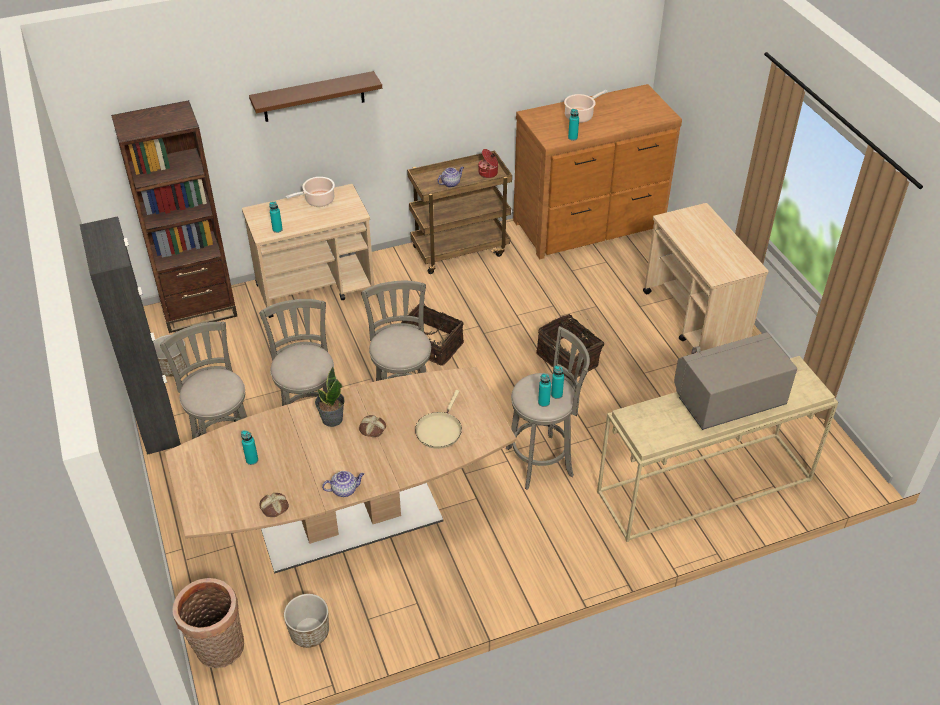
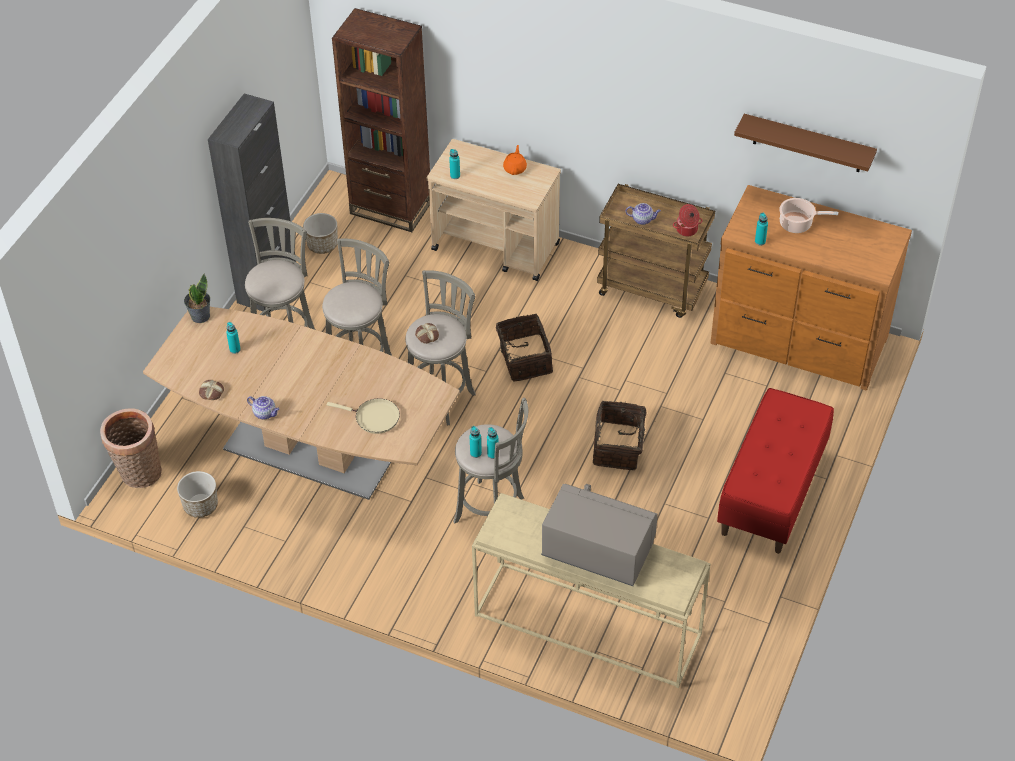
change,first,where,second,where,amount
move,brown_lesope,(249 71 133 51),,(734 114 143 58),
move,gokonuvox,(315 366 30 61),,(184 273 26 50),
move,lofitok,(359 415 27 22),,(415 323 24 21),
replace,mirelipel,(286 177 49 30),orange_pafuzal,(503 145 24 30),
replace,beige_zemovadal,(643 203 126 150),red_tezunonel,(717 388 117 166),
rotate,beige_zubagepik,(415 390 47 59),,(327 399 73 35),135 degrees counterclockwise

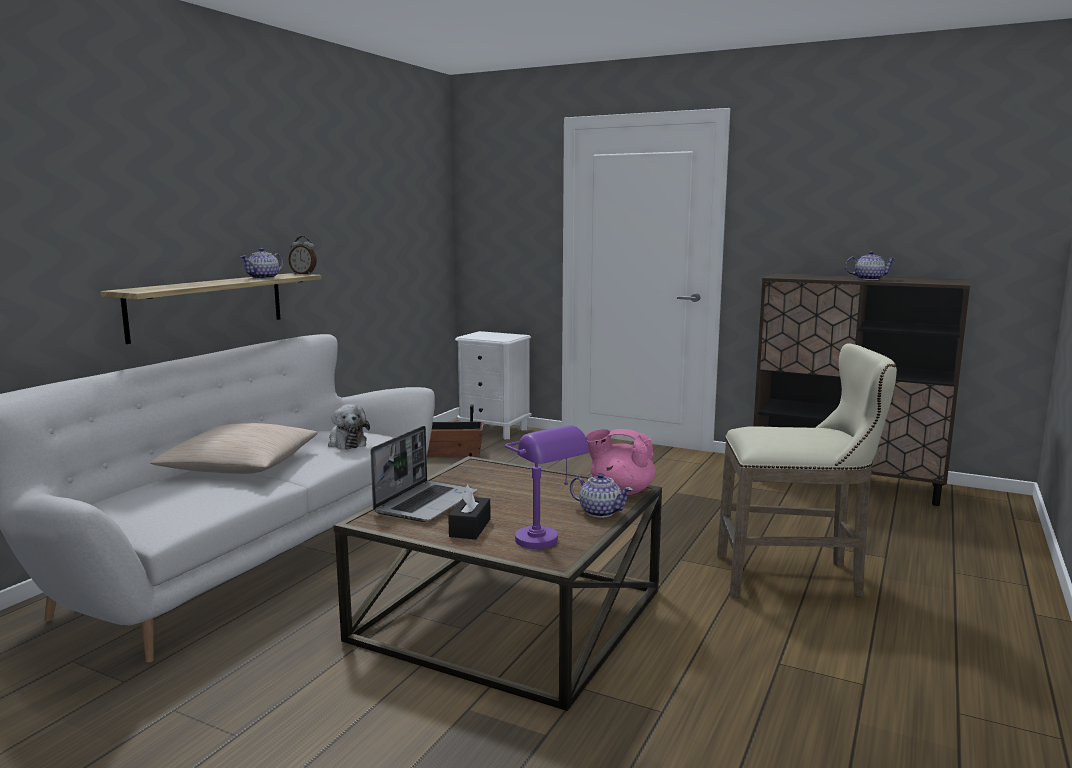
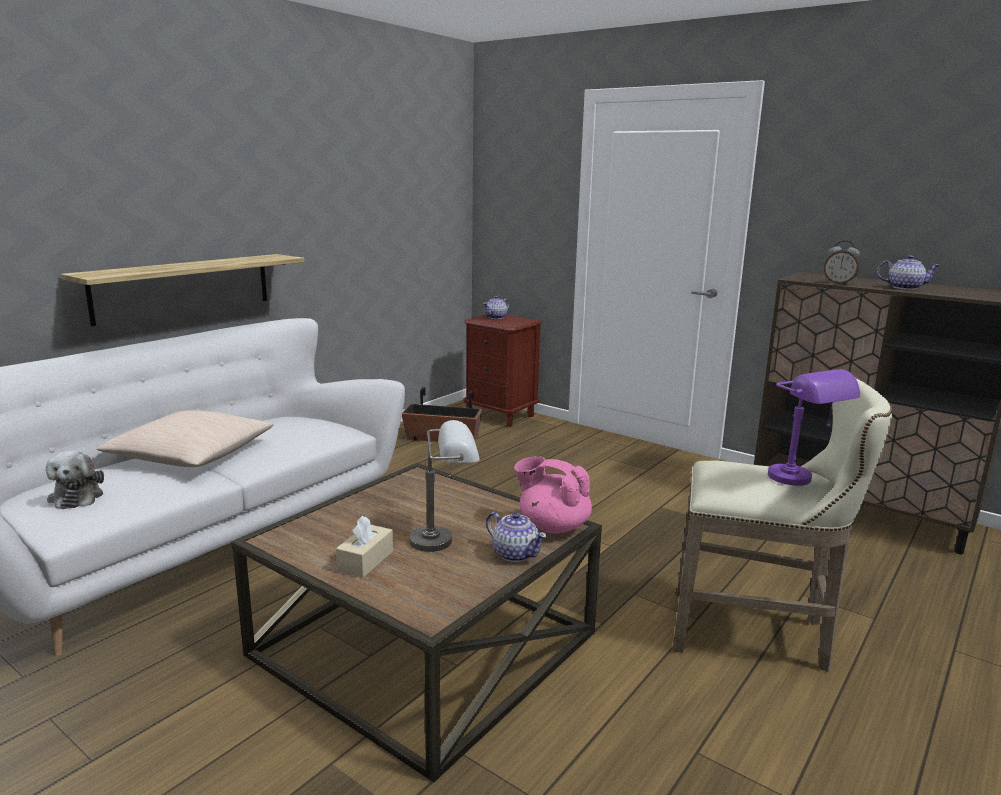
change,first,where,second,where,amount
delete,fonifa,(370 426 108 96),,,
insert,,,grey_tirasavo,(409 420 70 132),
move,pafuzal,(240 248 44 31),,(483 296 26 23),
move,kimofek,(288 236 29 39),,(824 241 36 44),
move,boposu,(328 404 42 45),,(46 451 58 58),
move,purple_tirasavo,(505 425 84 124),,(768 369 92 117),
recolor,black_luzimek,(448 485 43 54),beige_luzimek,(336 516 57 62),
recolor,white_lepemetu,(455 331 76 108),brown_lepemetu,(463 315 79 111),

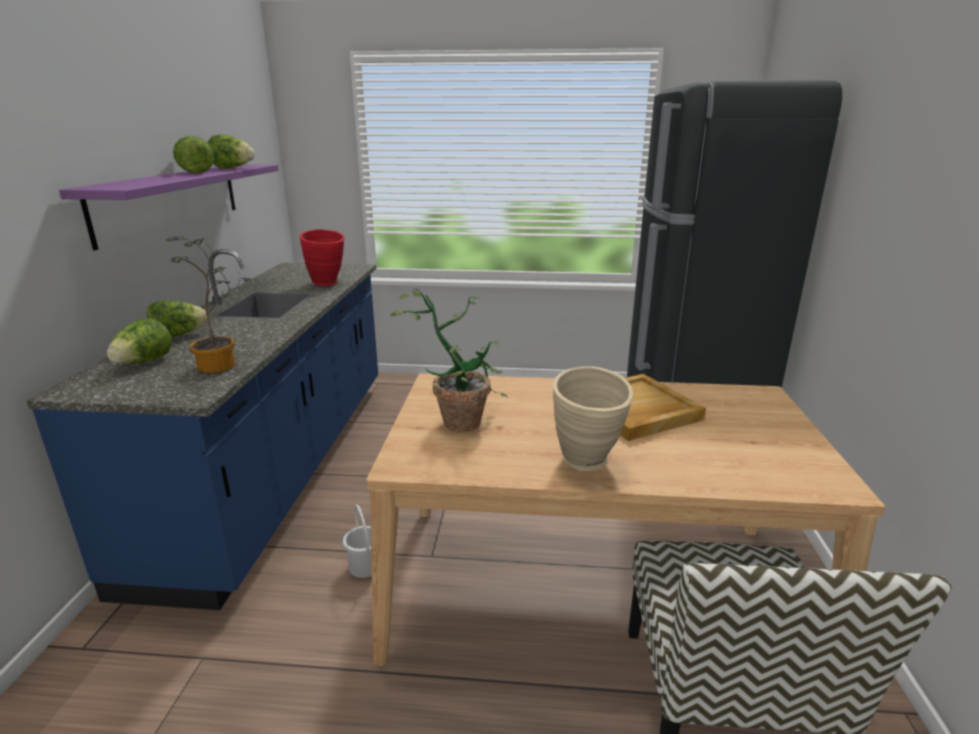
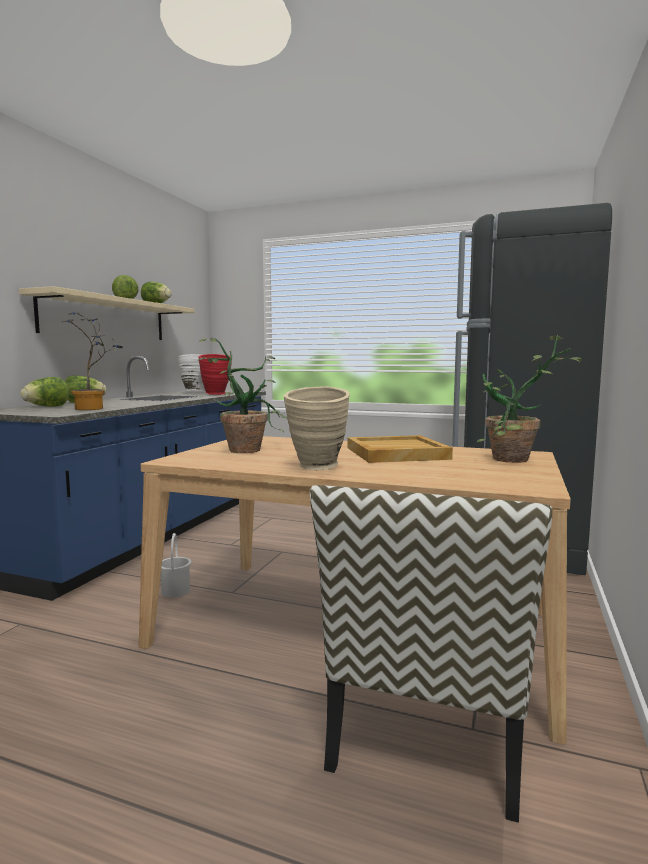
change,first,where,second,where,amount
insert,,,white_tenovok,(178 354 27 39),
insert,,,gokonuvox,(477 335 105 128),
recolor,purple_lesope,(59 164 220 86),beige_lesope,(19 286 176 54),

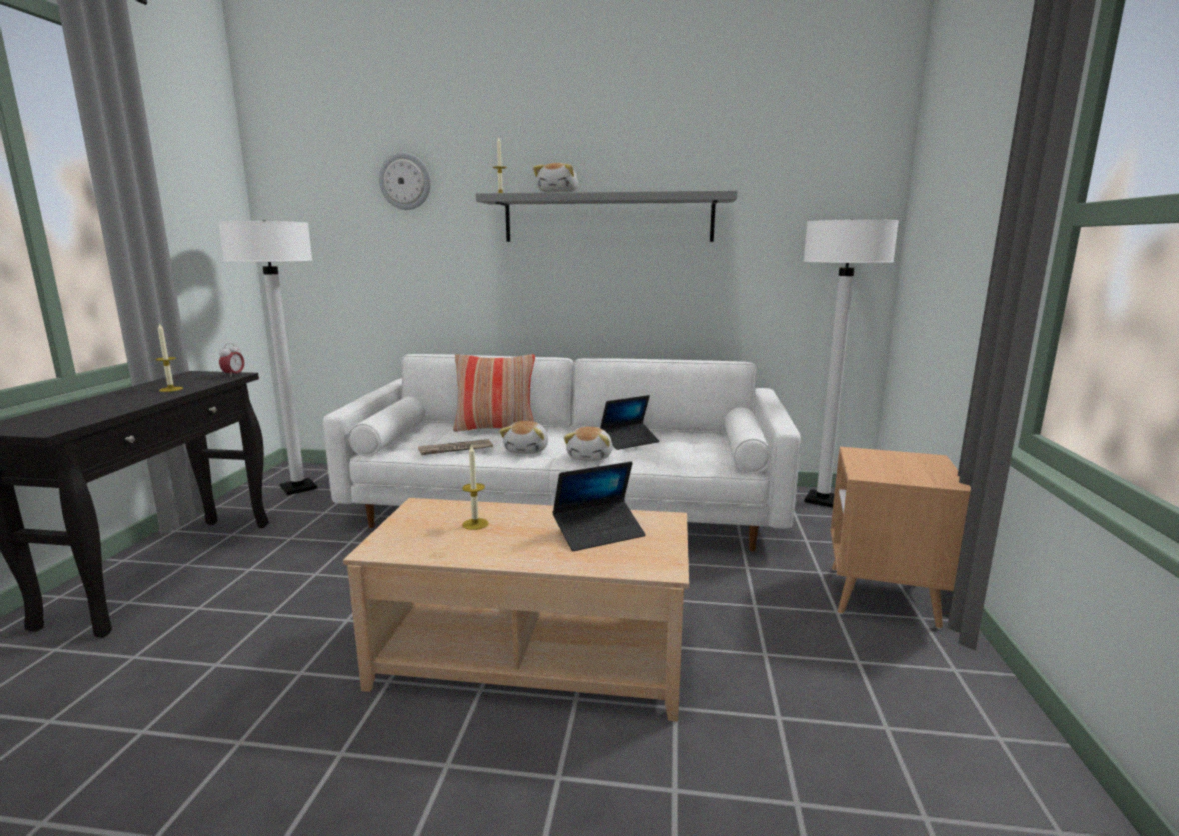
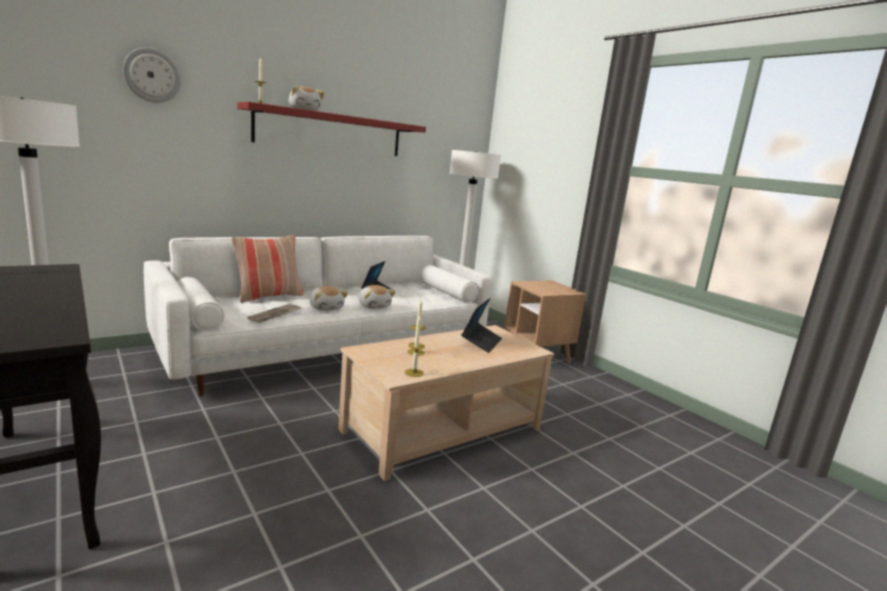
change,first,where,second,where,amount
delete,kimofek,(219 343 25 32),,,
move,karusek,(155 323 28 69),,(405 314 20 63),
recolor,grey_lesope,(476 190 262 52),red_lesope,(237 102 189 54),

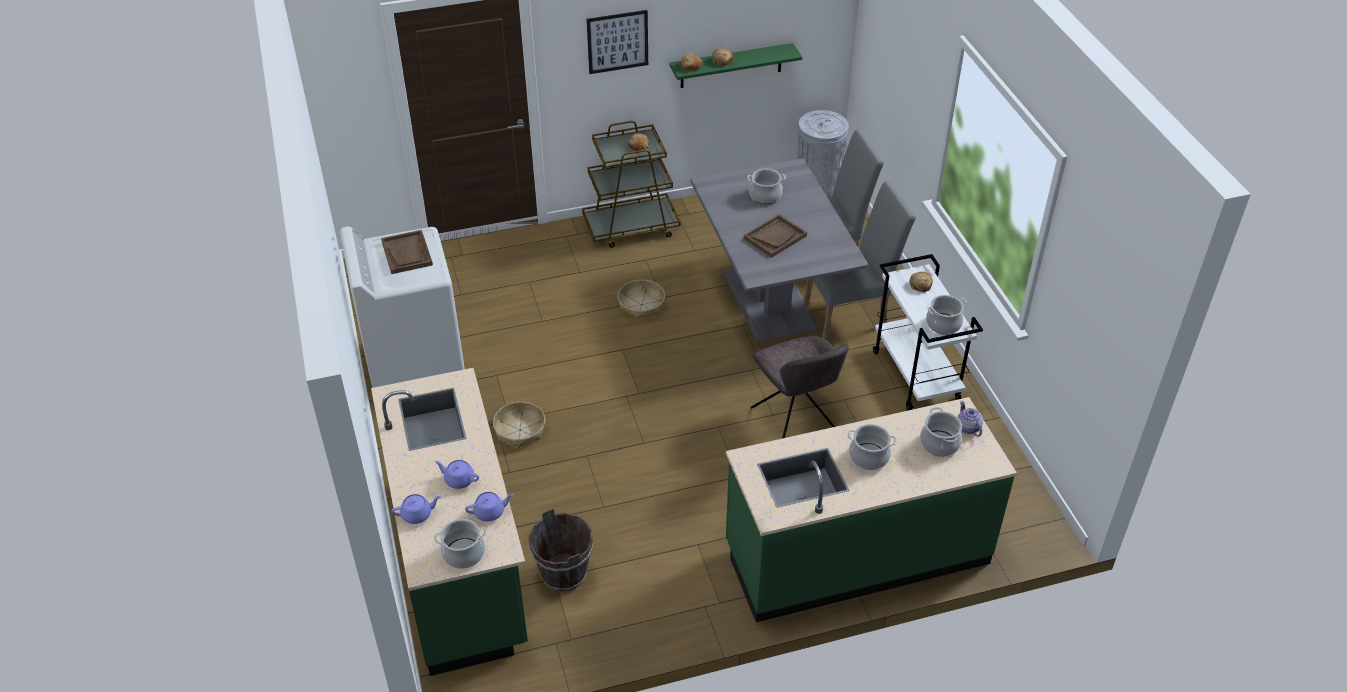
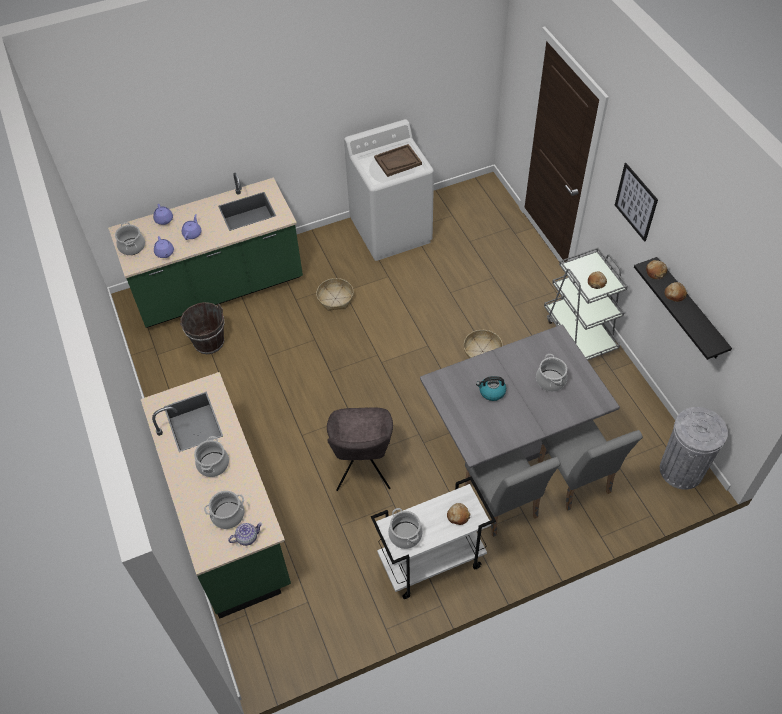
change,first,where,second,where,amount
replace,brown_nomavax,(744 214 63 44),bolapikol,(476 376 30 25),
recolor,brown_zemovadal,(582 121 99 127),grey_zemovadal,(544 248 84 112),
recolor,green_lesope,(669 43 133 45),black_lesope,(634 257 98 103),
rotate,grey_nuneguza,(750 336 99 102),,(327 407 66 84),60 degrees counterclockwise

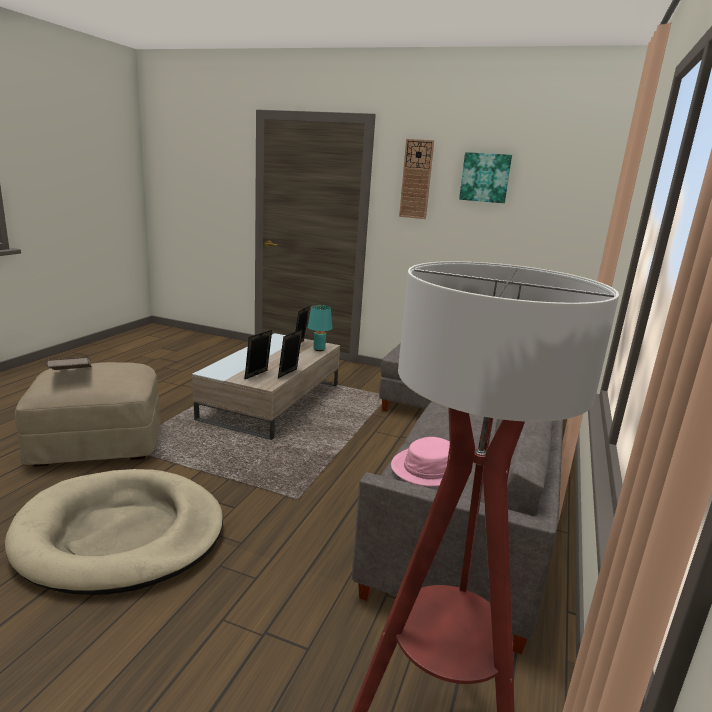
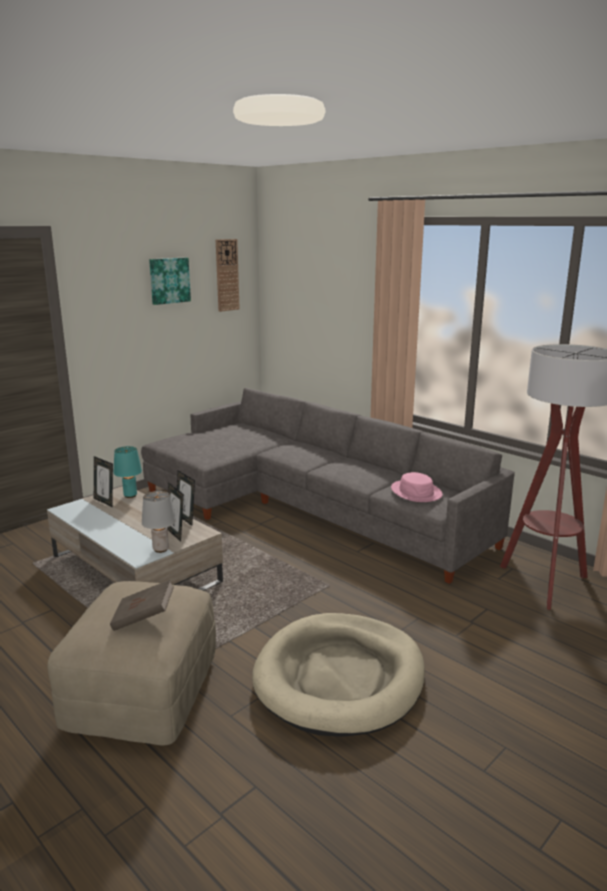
change,first,where,second,where,amount
insert,,,grey_tirasavo,(142 491 33 62),
move,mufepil,(399 139 35 80),,(216 239 24 73),

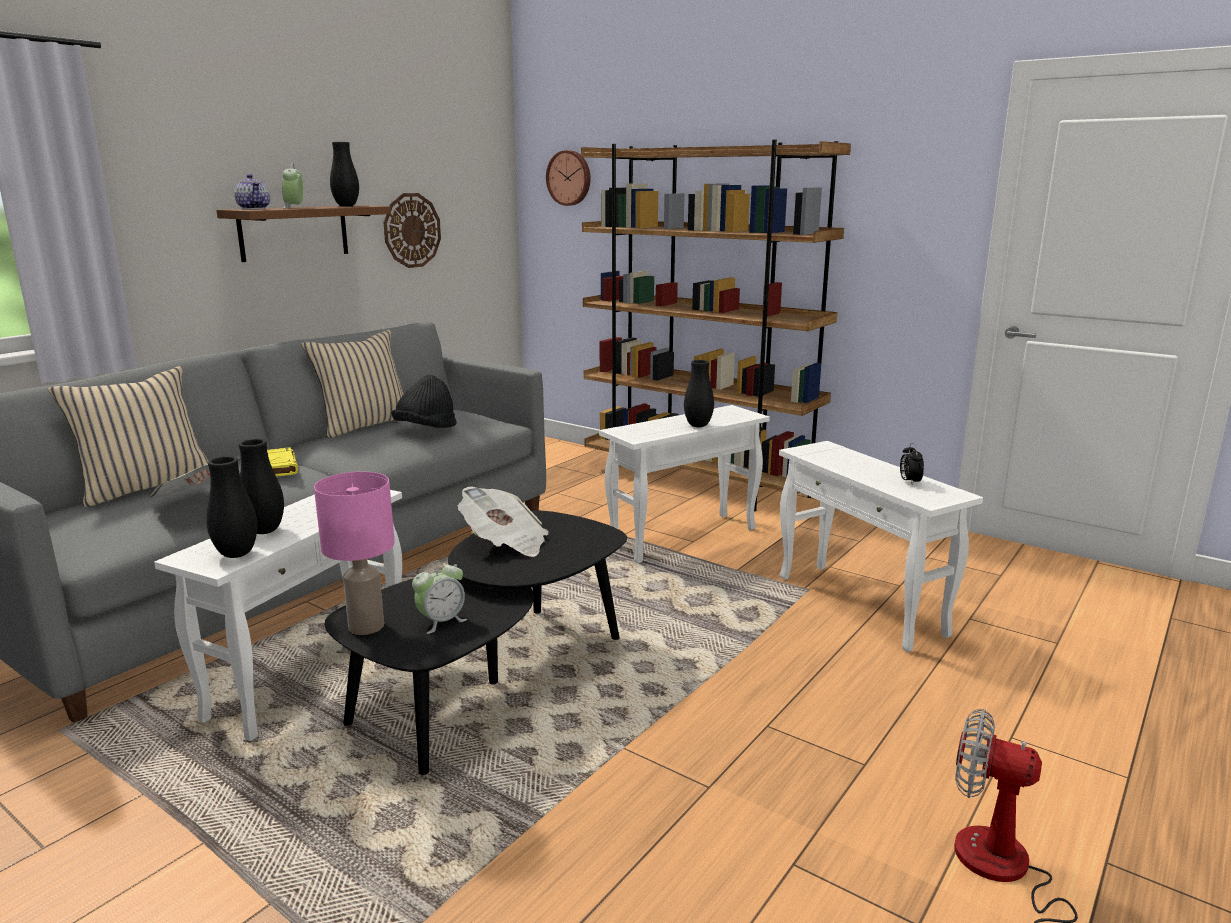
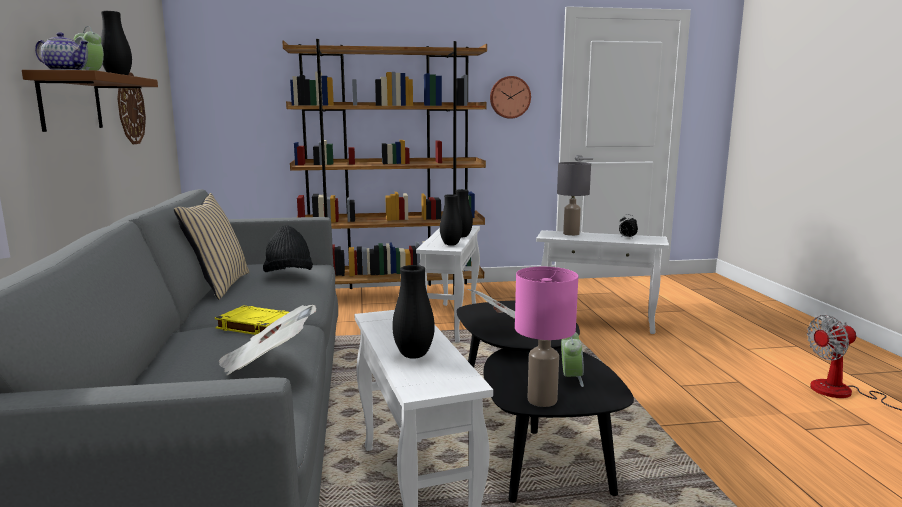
change,first,where,second,where,amount
delete,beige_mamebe,(48 366 160 141),,,
insert,,,grey_tirasavo,(557 162 34 74),
move,black_tenovok,(206 456 51 102),,(440 194 23 52),
move,mufepil,(546 150 44 56),,(490 76 41 43),

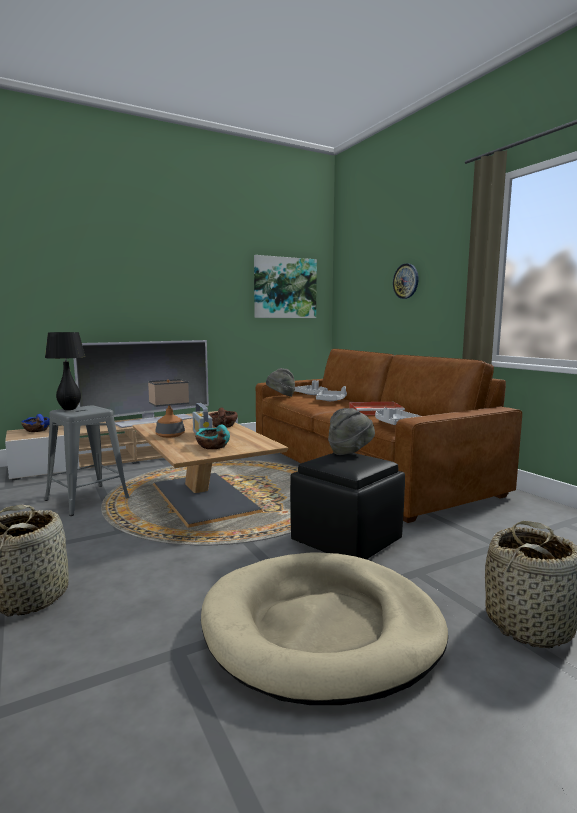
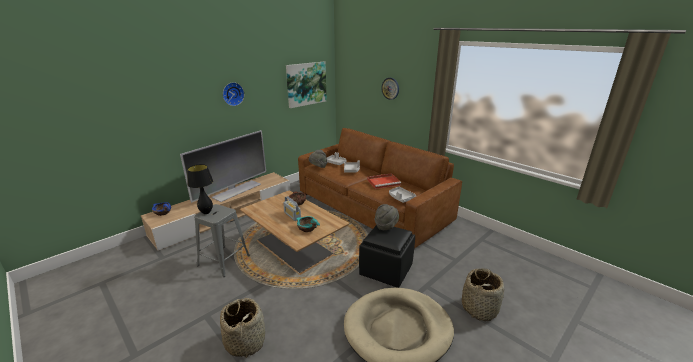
change,first,where,second,where,amount
delete,tirasavo,(148 379 41 59),,,
insert,,,mufepil,(223 82 21 24),

